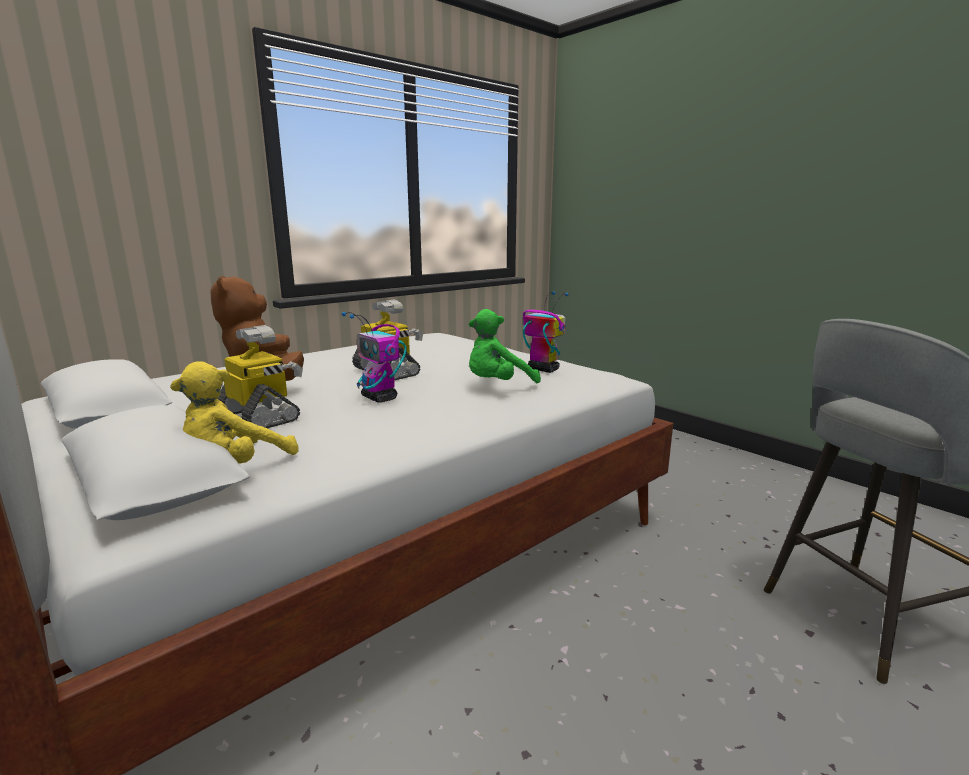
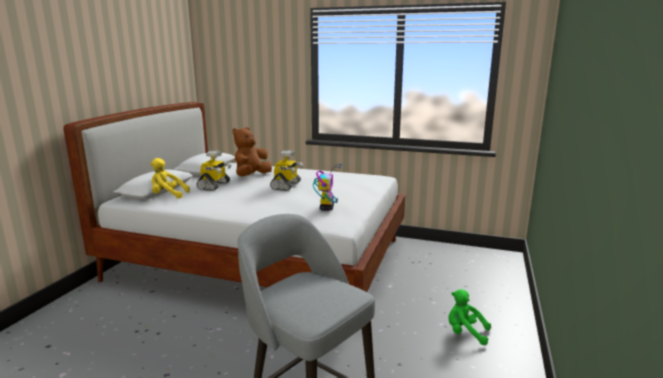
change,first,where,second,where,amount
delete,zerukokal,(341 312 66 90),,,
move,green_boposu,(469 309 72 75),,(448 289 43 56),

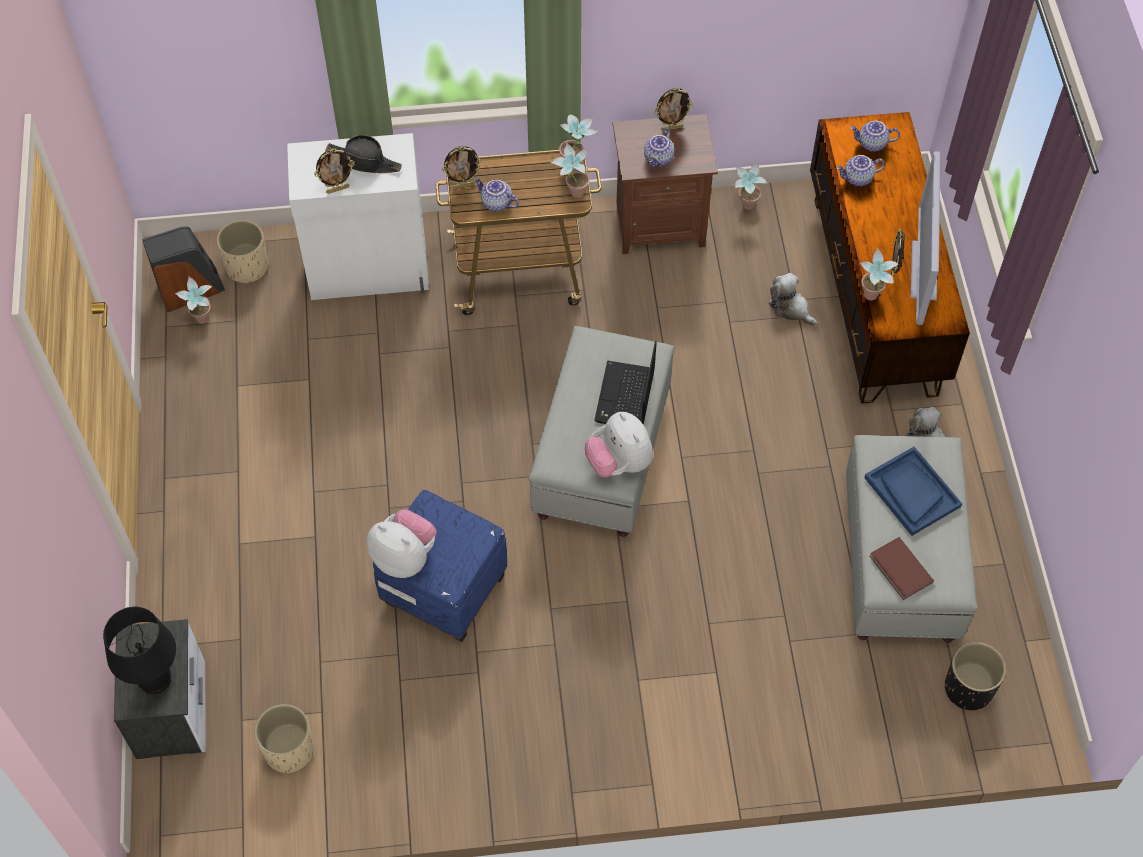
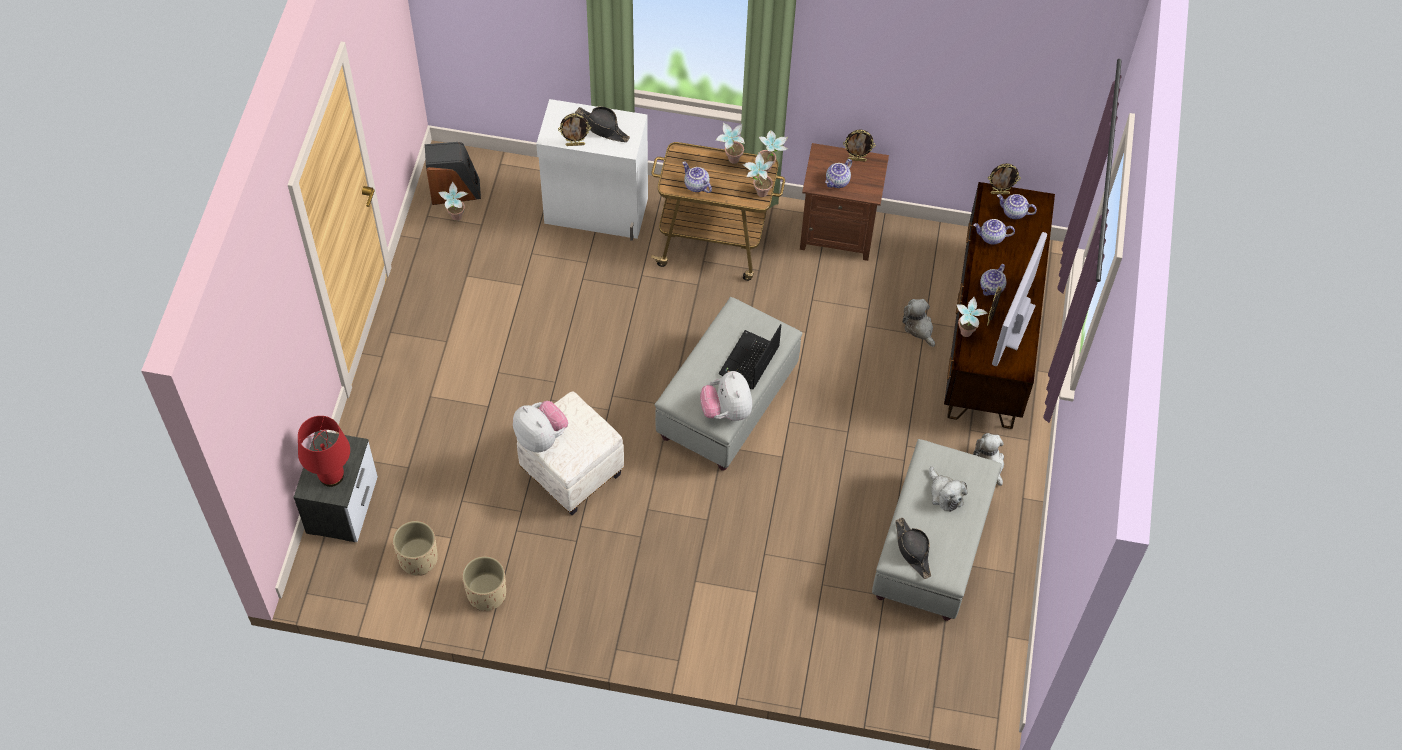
change,first,where,second,where,amount
delete,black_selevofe,(945 642 61 68),,,
insert,,,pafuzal,(980 264 26 32),
move,beige_selevofe,(216 220 52 64),,(462 556 44 55),
move,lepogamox,(442 146 40 43),,(988 163 33 32),
move,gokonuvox,(735 162 33 48),,(716 122 29 42),
replace,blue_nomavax,(864 447 98 89),boposu,(929 466 39 46),
replace,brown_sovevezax,(869 537 65 63),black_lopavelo,(895 518 36 61),
recolor,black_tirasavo,(103 607 73 87),red_tirasavo,(298 416 52 71),
recolor,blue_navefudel,(373 490 135 152),white_navefudel,(517 391 107 124),

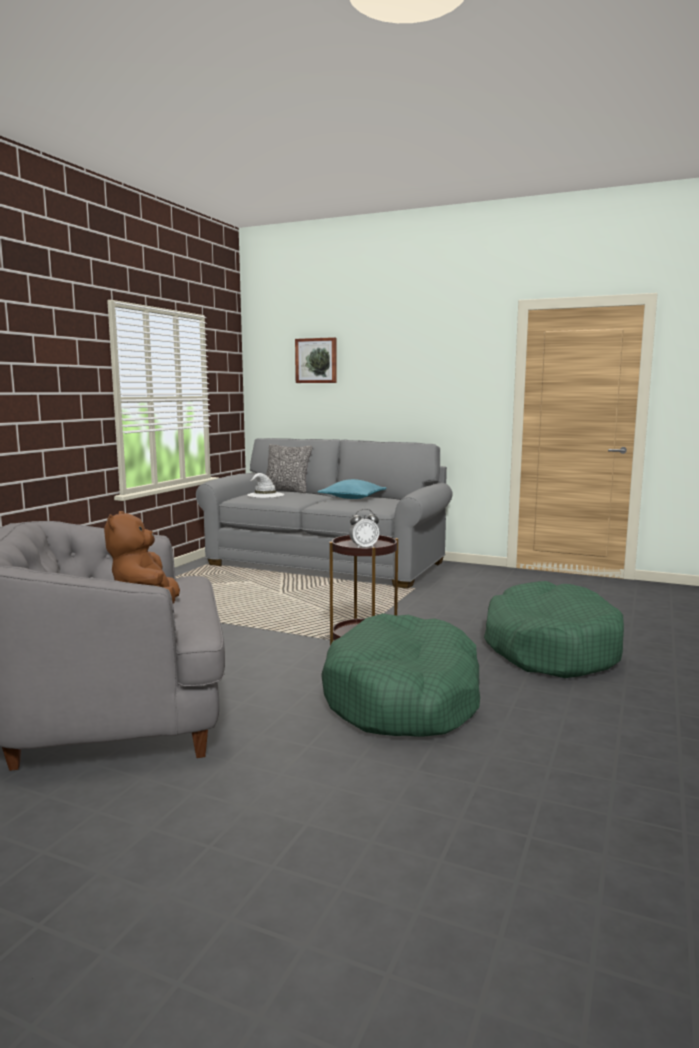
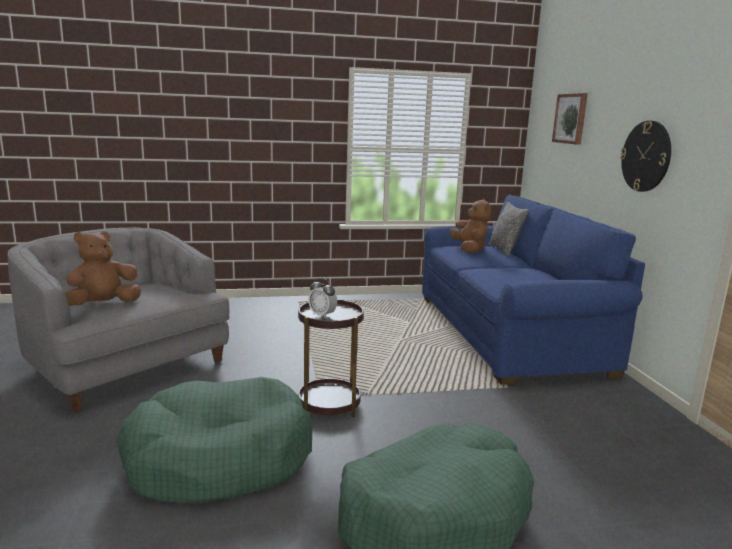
change,first,where,second,where,amount
delete,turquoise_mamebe,(318 479 68 20),,,
insert,,,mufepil,(620 121 51 71),
replace,white_lopavelo,(247 473 37 25),brown_boposu,(450 199 41 54),
recolor,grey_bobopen,(196 438 257 151),blue_bobopen,(422 195 223 190),

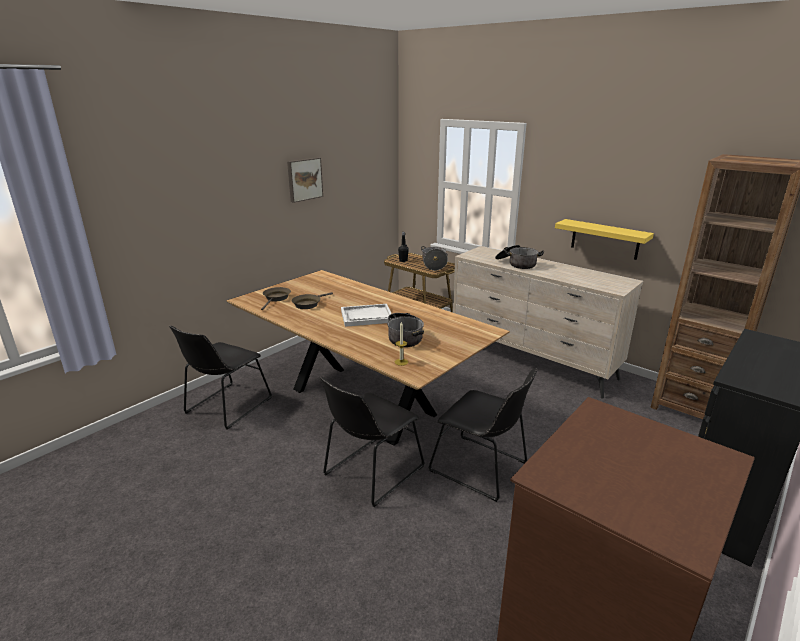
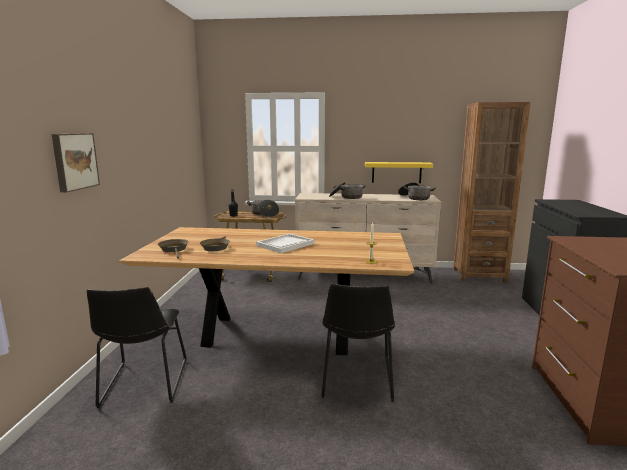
change,first,where,second,where,amount
delete,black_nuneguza,(428 368 109 134),,,
move,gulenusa,(287 157 36 46),,(52 133 48 59),
move,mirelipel,(387 313 37 34),,(398 182 38 18),

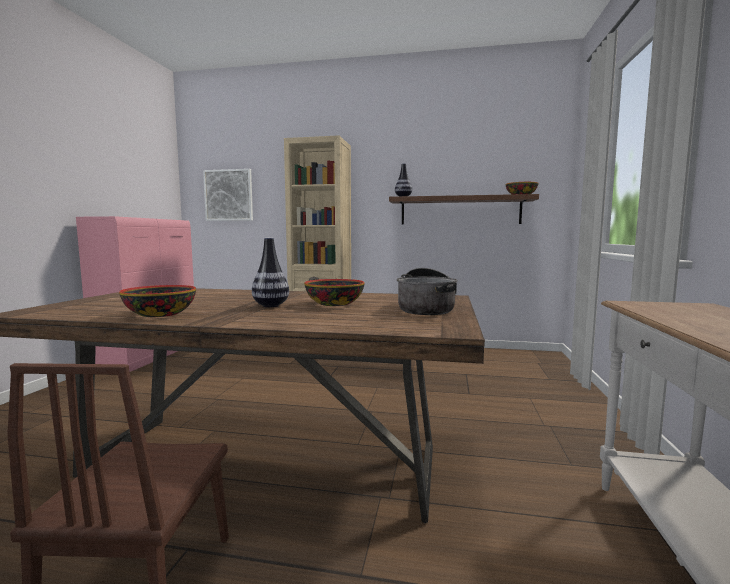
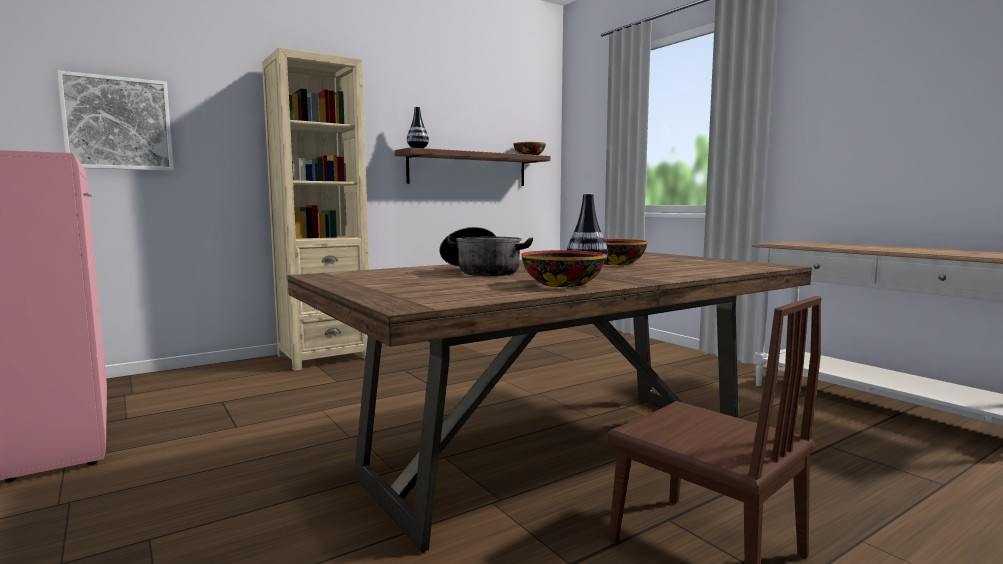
change,first,where,second,where,amount
move,mirelipel,(397 268 60 47),,(440 227 93 49),

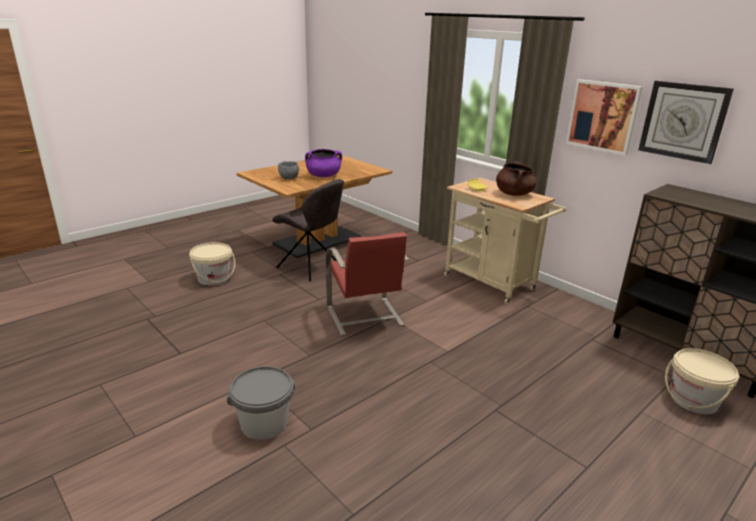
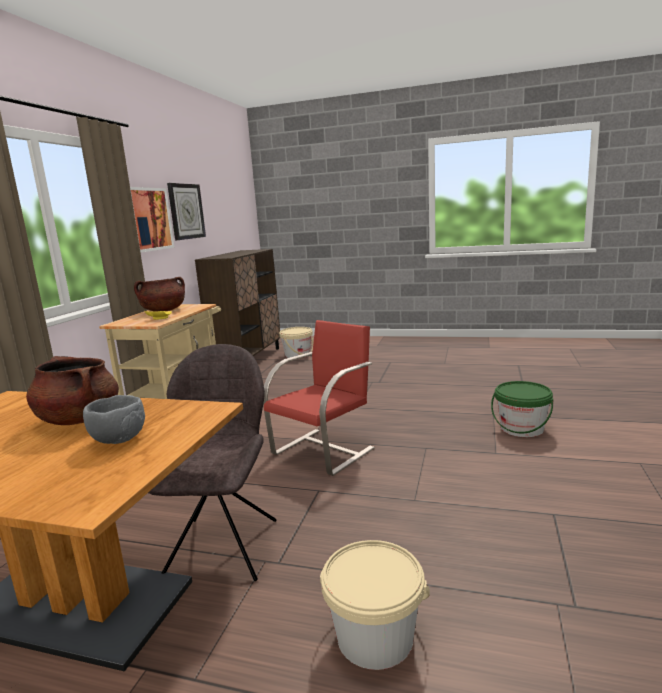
change,first,where,second,where,amount
recolor,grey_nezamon,(227 366 68 74),green_nezamon,(491 381 62 56),
recolor,purple_mirelipel,(305 149 37 28),brown_mirelipel,(26 356 93 69),

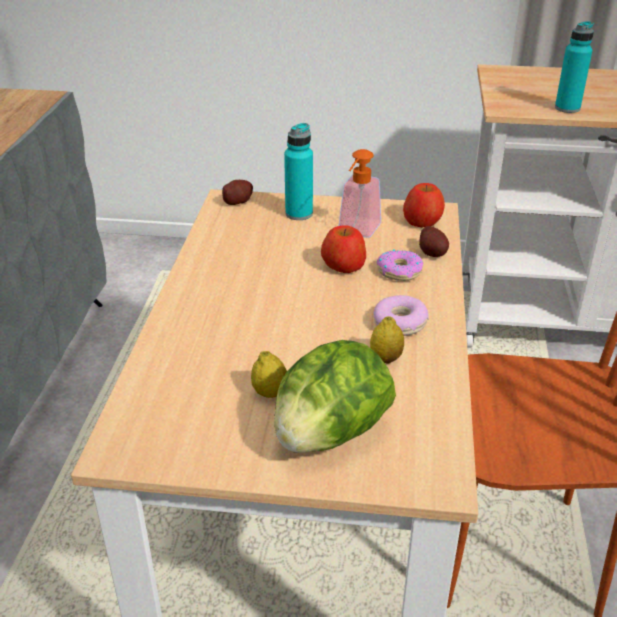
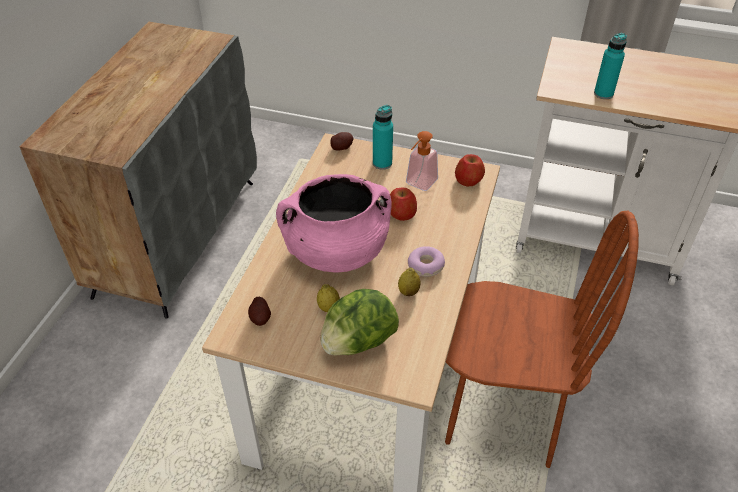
change,first,where,second,where,amount
delete,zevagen,(377 249 47 32),,,
insert,,,pink_mirelipel,(276 174 115 99),
move,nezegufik,(419 226 30 31),,(248 297 23 29),

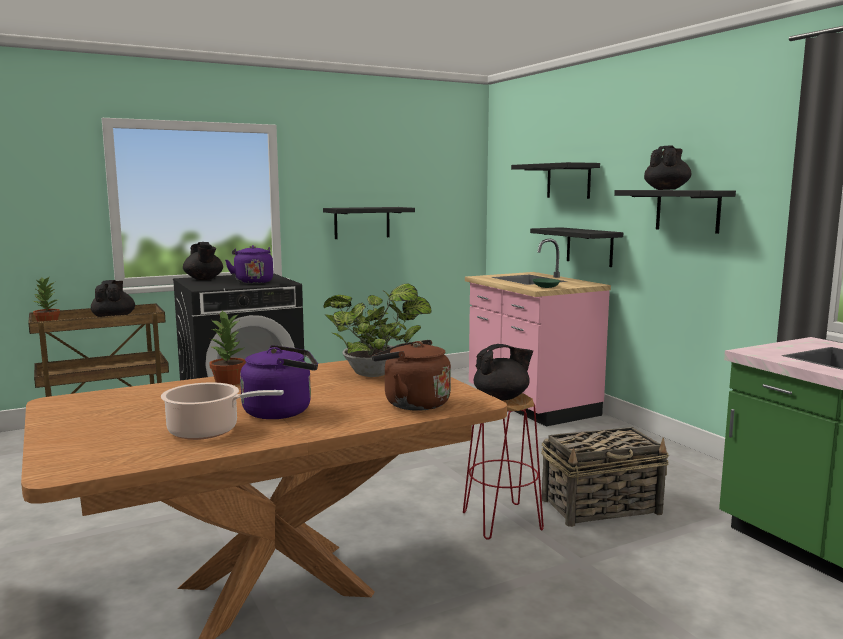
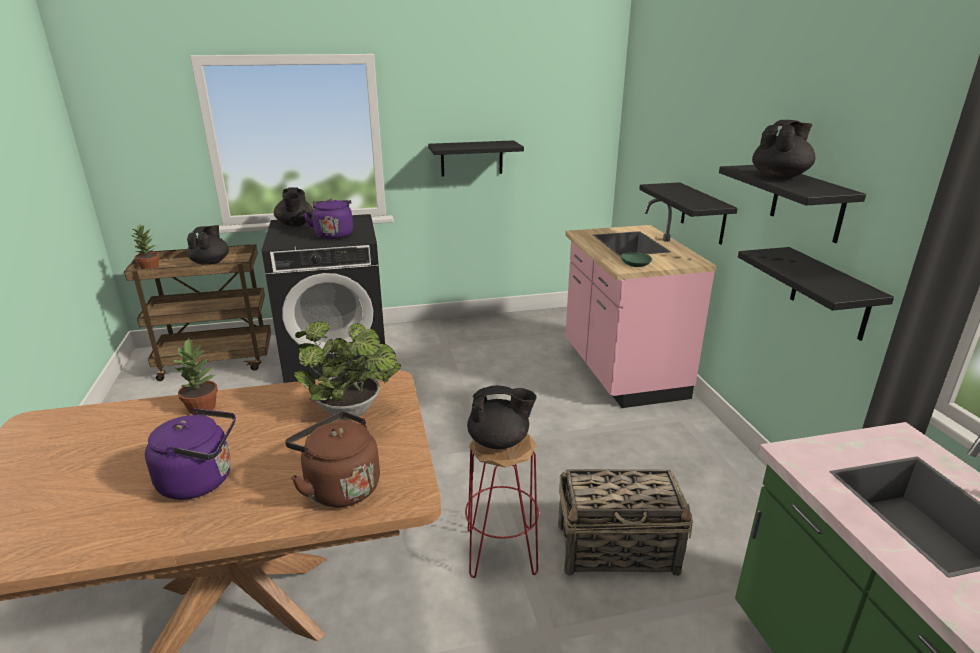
change,first,where,second,where,amount
delete,mirelipel,(161 383 123 57),,,
move,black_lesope,(511 162 89 37),,(738 247 156 94),

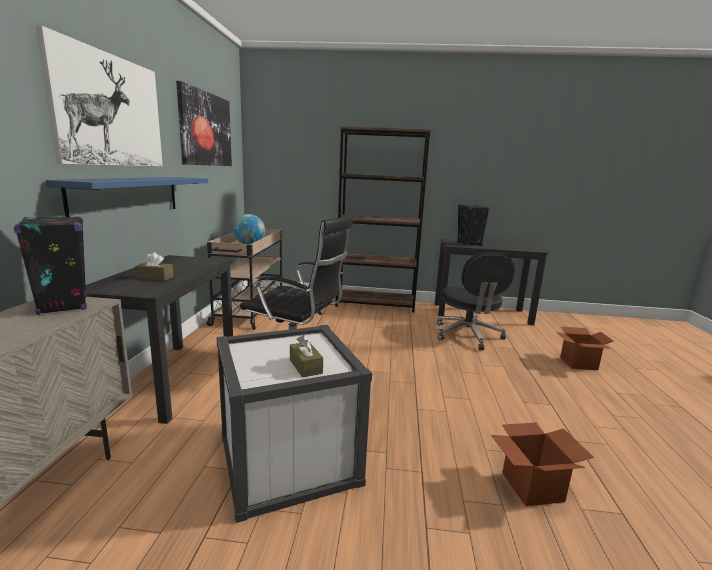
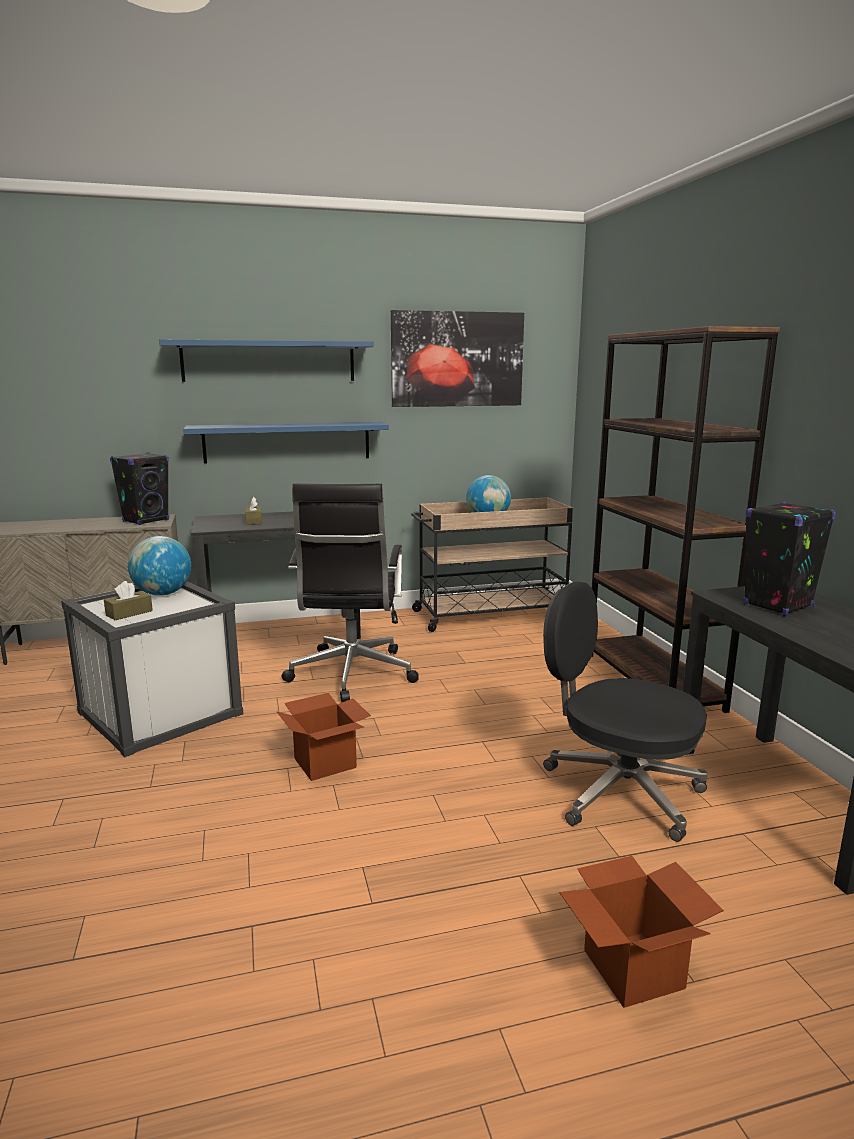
change,first,where,second,where,amount
insert,,,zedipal,(128 536 63 60),
move,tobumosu,(491 423 103 83),,(277 693 94 88),
replace,gulenusa,(35 25 128 141),blue_lesope,(159 339 215 43),
rotate,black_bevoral,(437 252 78 98),,(543 582 165 260),60 degrees clockwise

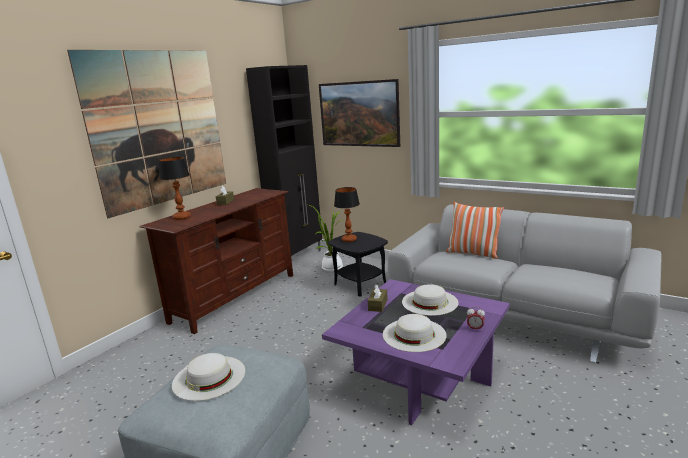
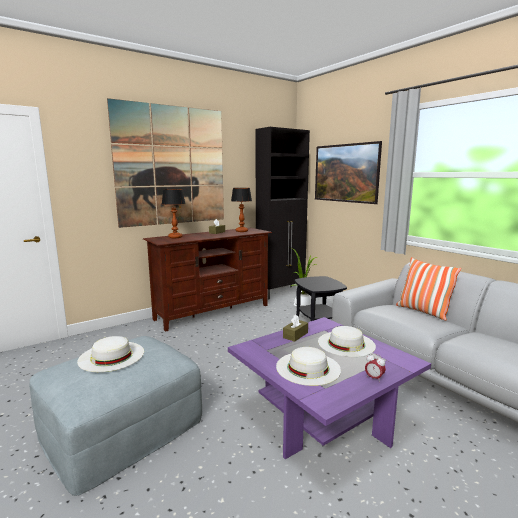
change,first,where,second,where,amount
move,tirasavo,(334 187 26 55),,(231 188 21 44),

